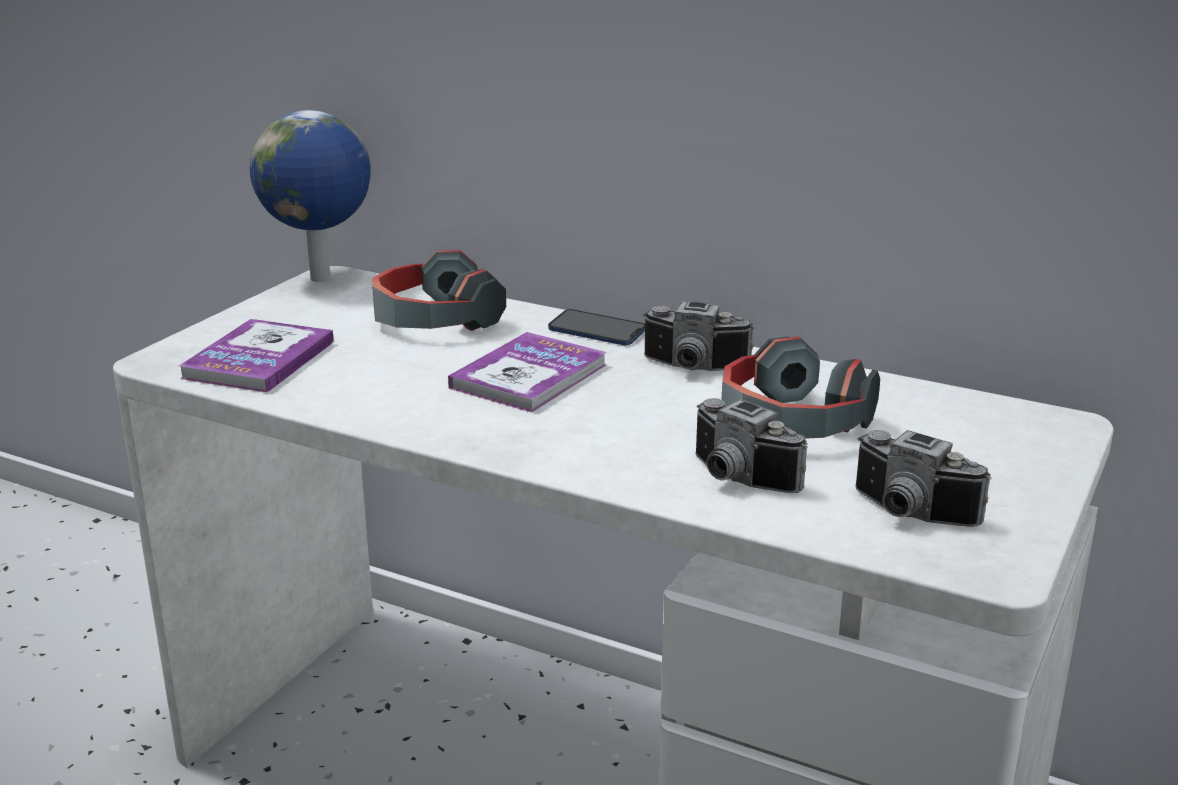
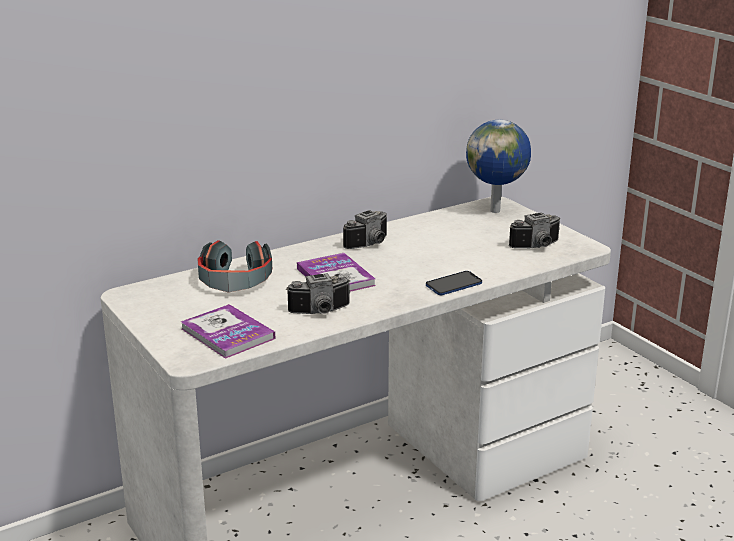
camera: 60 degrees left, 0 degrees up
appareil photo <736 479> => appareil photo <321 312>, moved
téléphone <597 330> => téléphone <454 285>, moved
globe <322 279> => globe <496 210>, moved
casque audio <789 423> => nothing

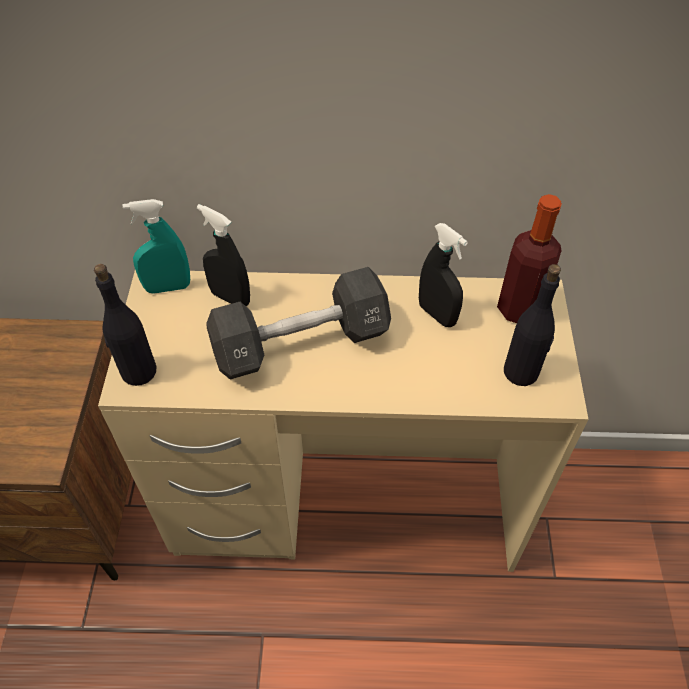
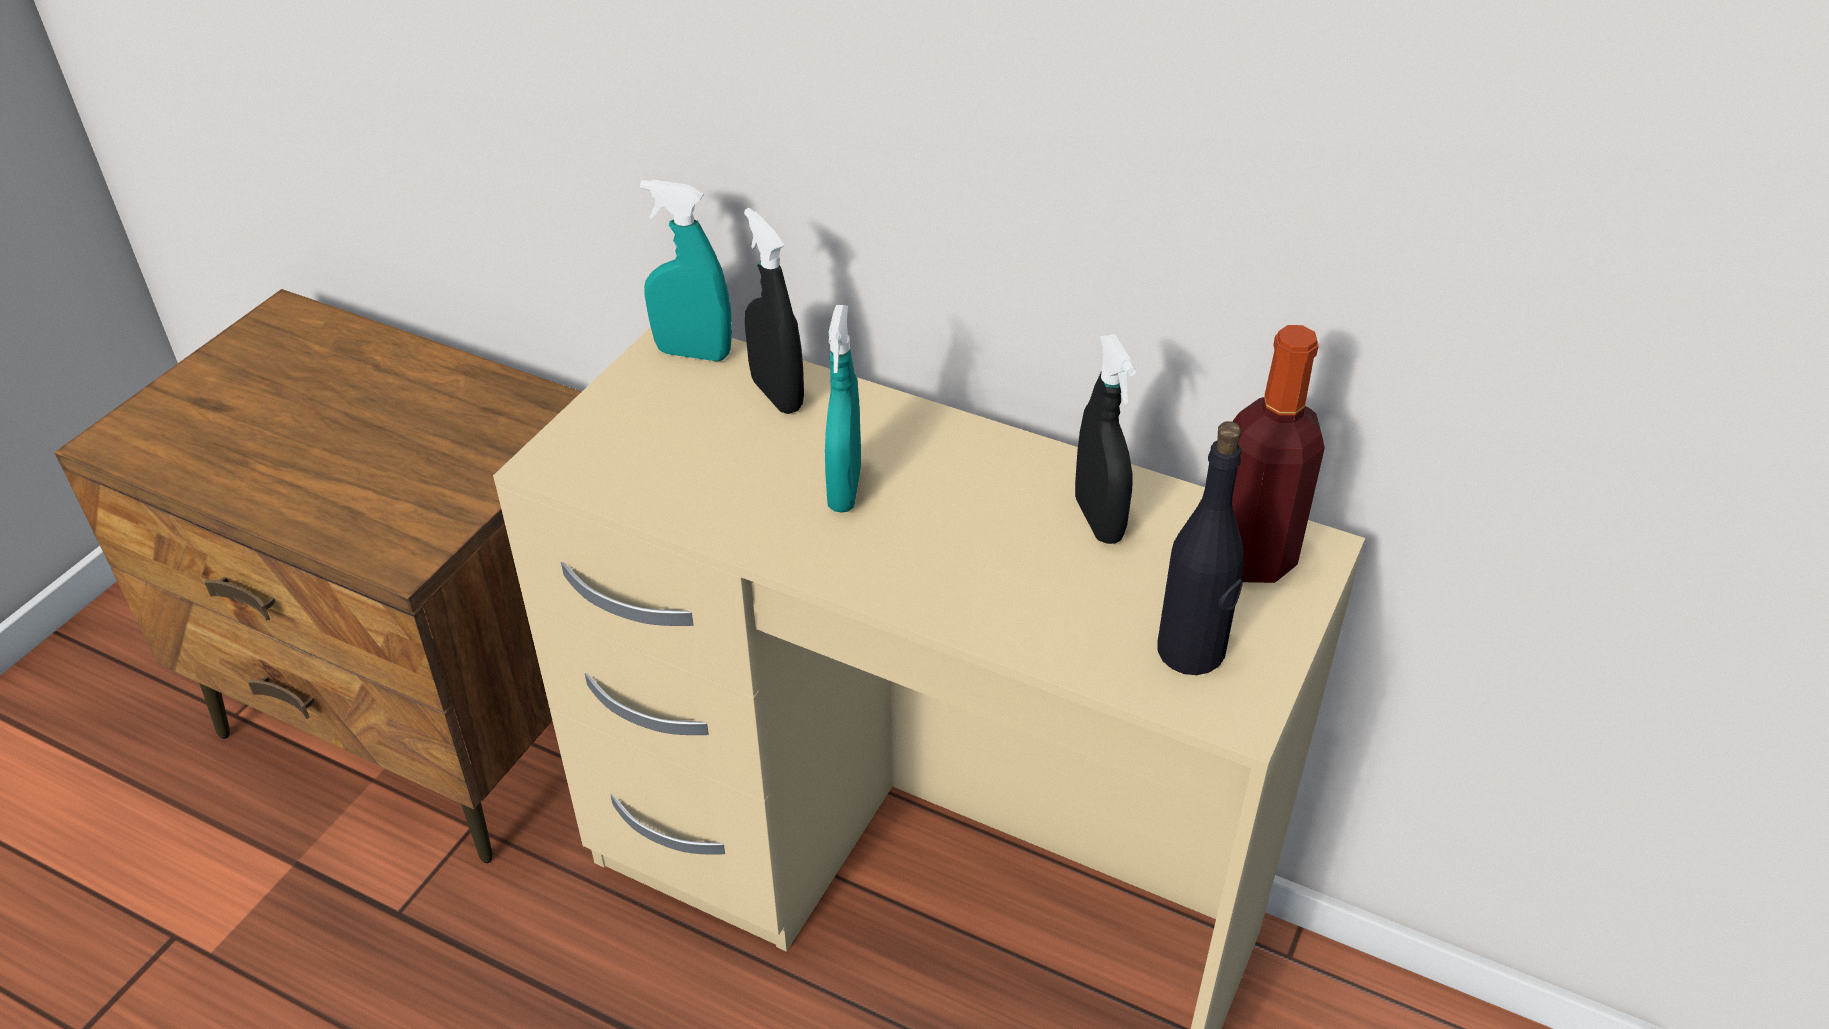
camera: 25 degrees right, 10 degrees down
haltère [noir] <300 343> => vaporisateur [turquoise] <844 489>
bouteille [noir] <138 371> => nothing

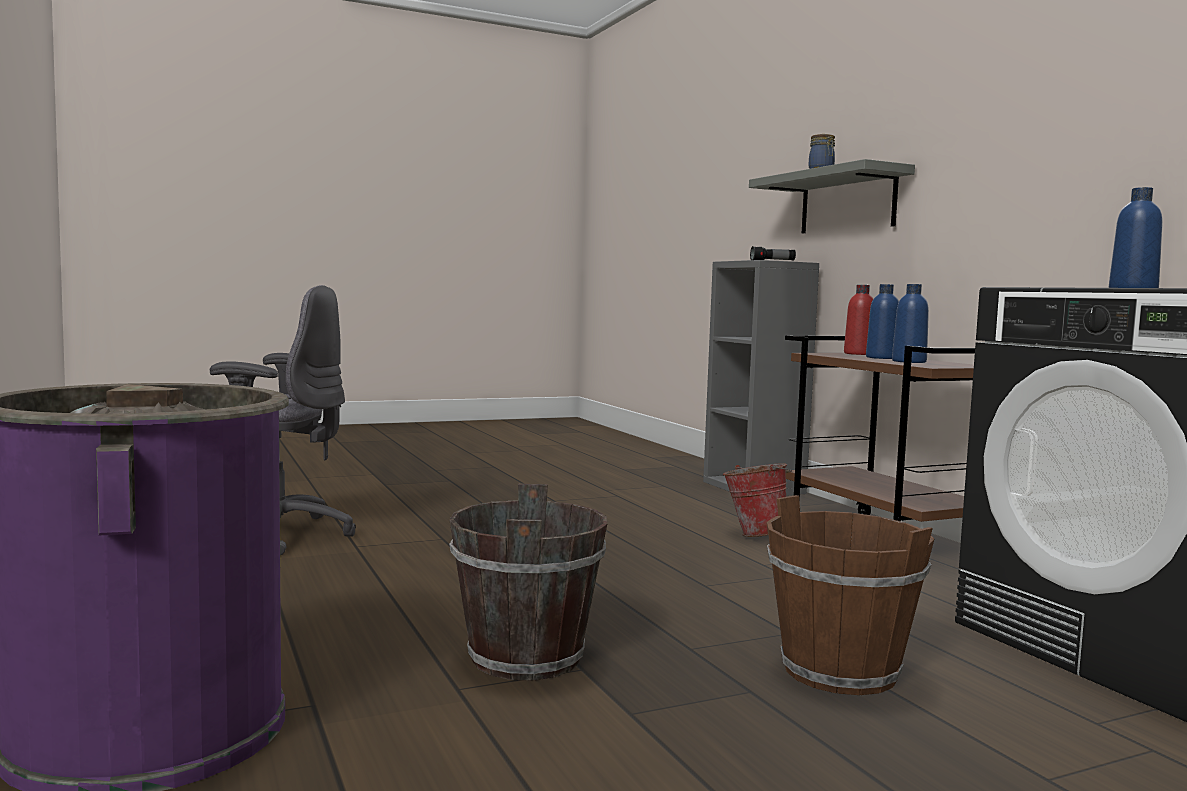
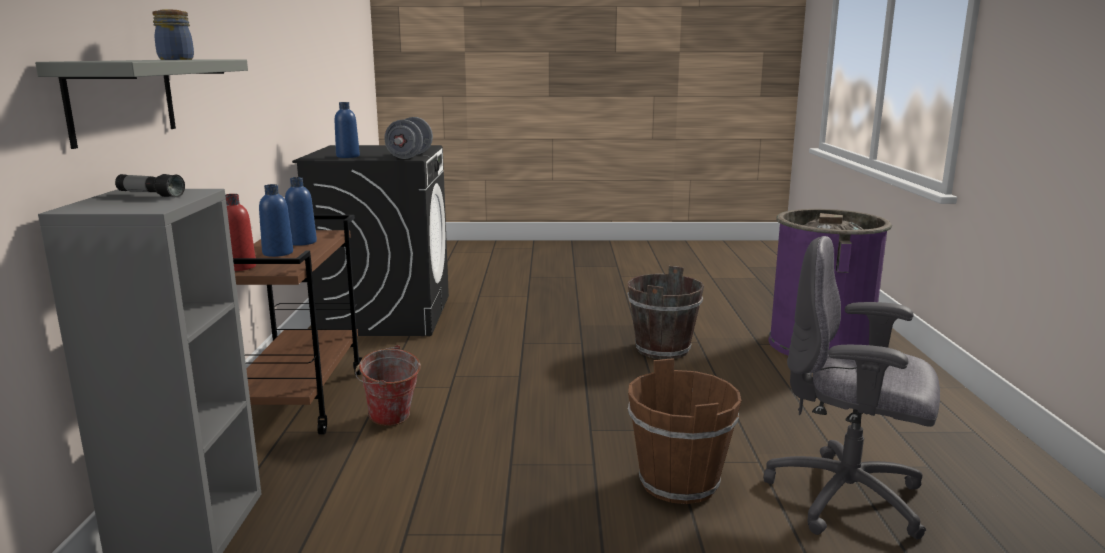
camera: 155 degrees left, 10 degrees up
nothing => haltère [gris] <410 156>
seau [marron] <838 671> => seau [marron] <679 483>, moved

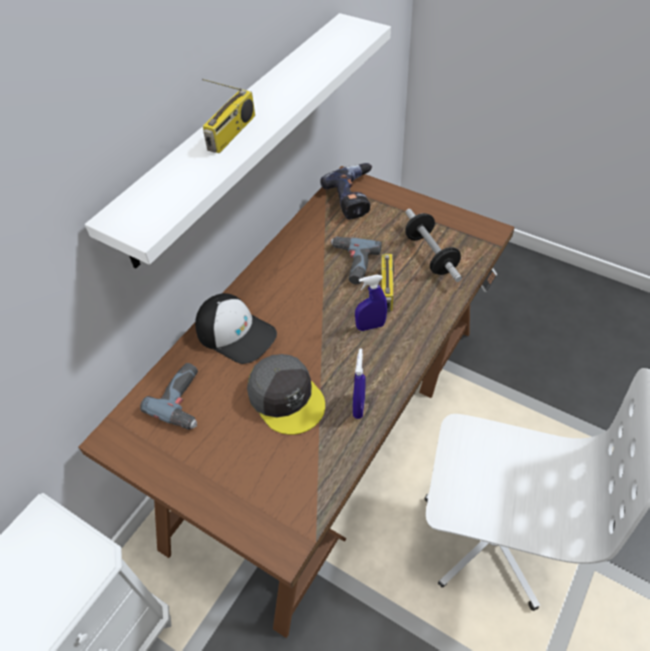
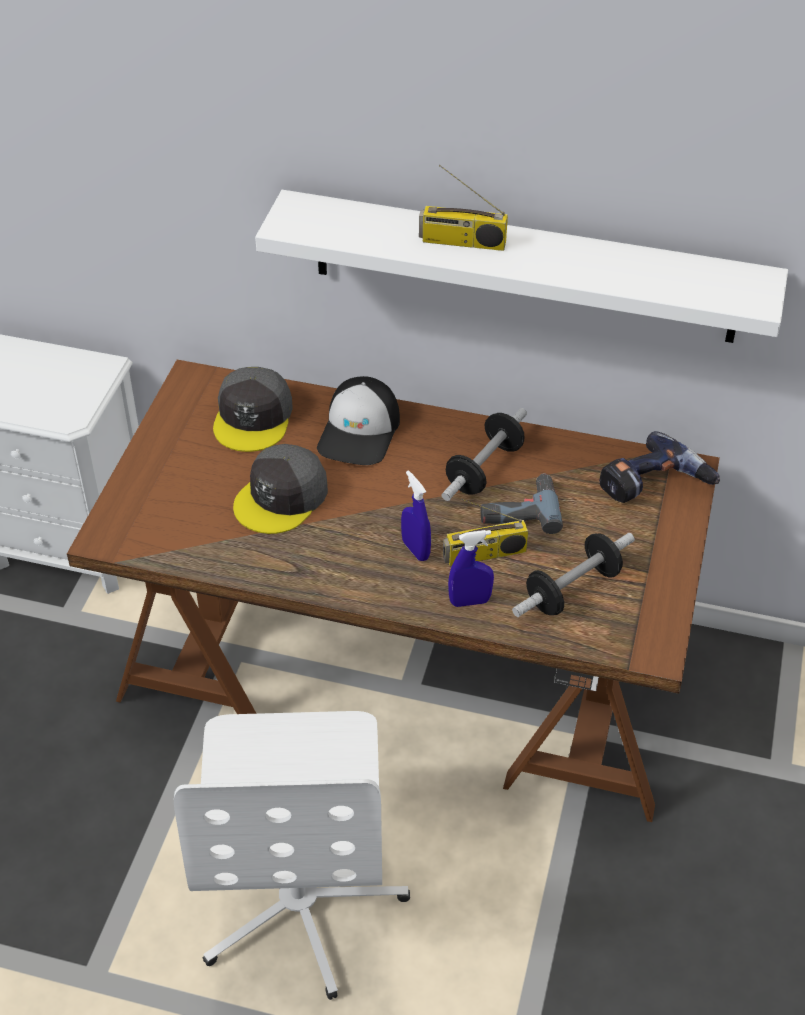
camera: 70 degrees right, 5 degrees down
perceuse <185 400> => casquette [gris] <253 417>
nothing => haltère <484 469>
vaporisateur [bleu] <359 406> => vaporisateur [bleu] <470 601>, moved

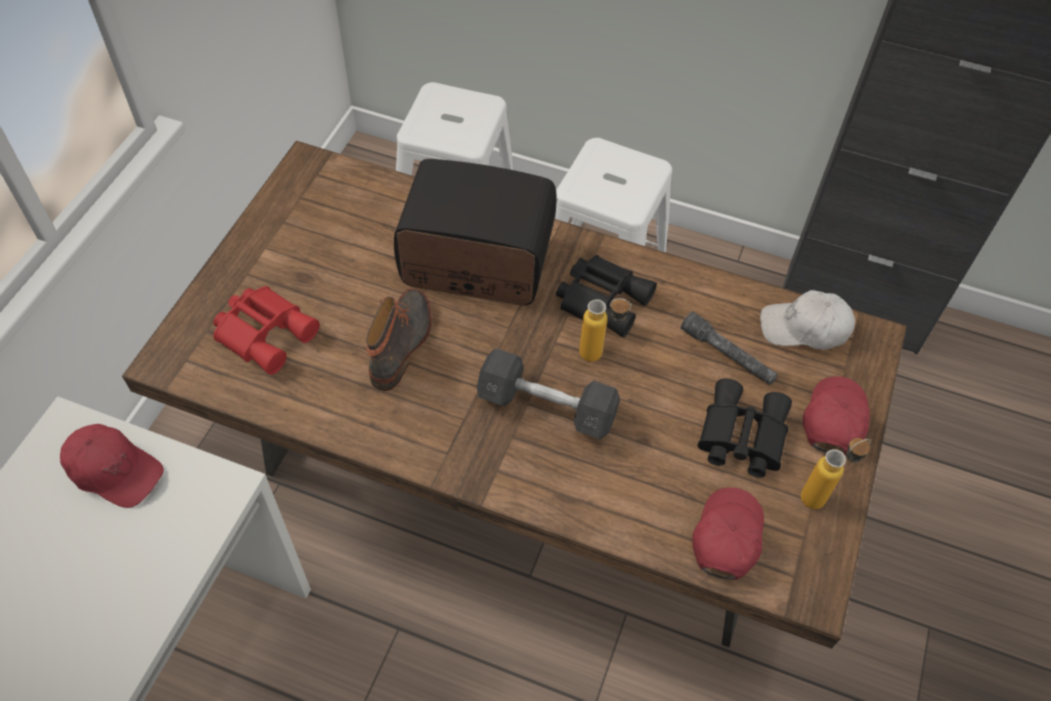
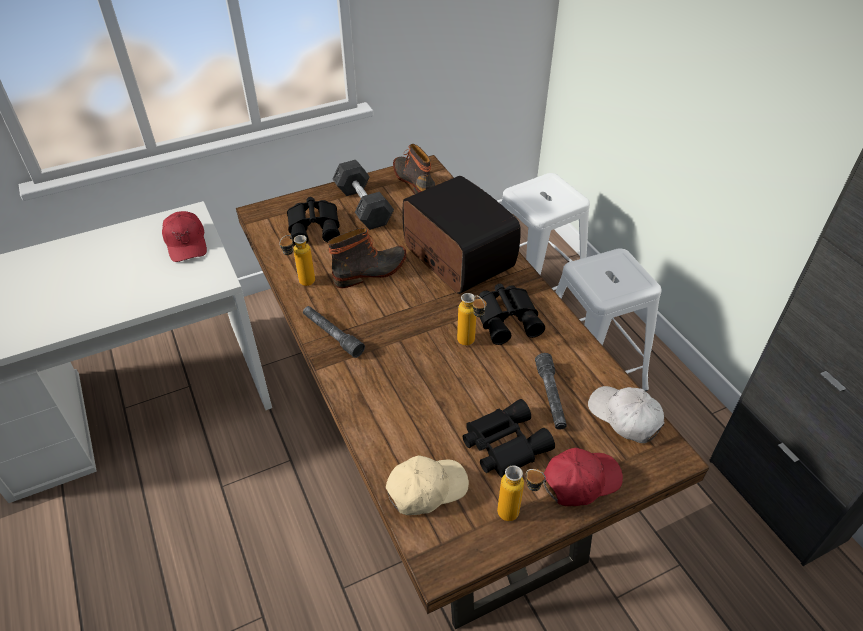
camera: 45 degrees right, 10 degrees down
nothing => bouteille <301 284>
jumelles [rouge] <266 332> => jumelles [noir] <315 227>
nothing => lampe de poche [gris] <332 335>
haltère [gris] <547 407> => haltère [gris] <363 206>, moved
casquette [rouge] <726 537> => casquette [beige] <426 489>
nothing => botte <415 182>

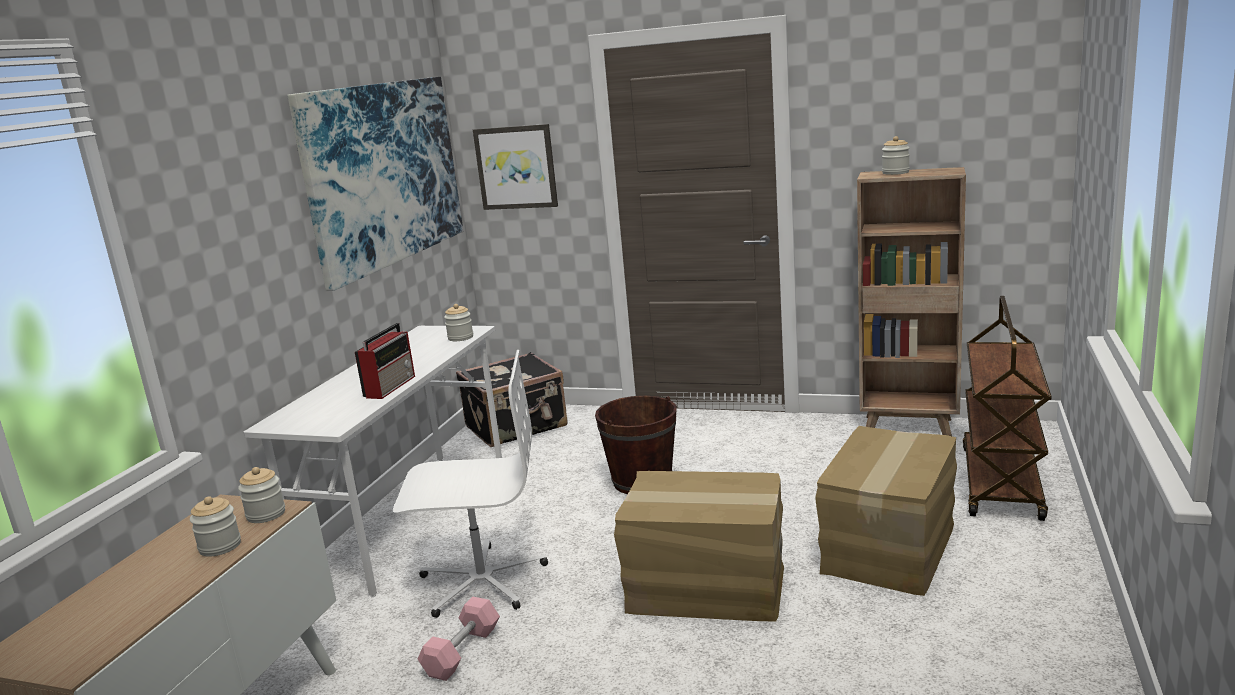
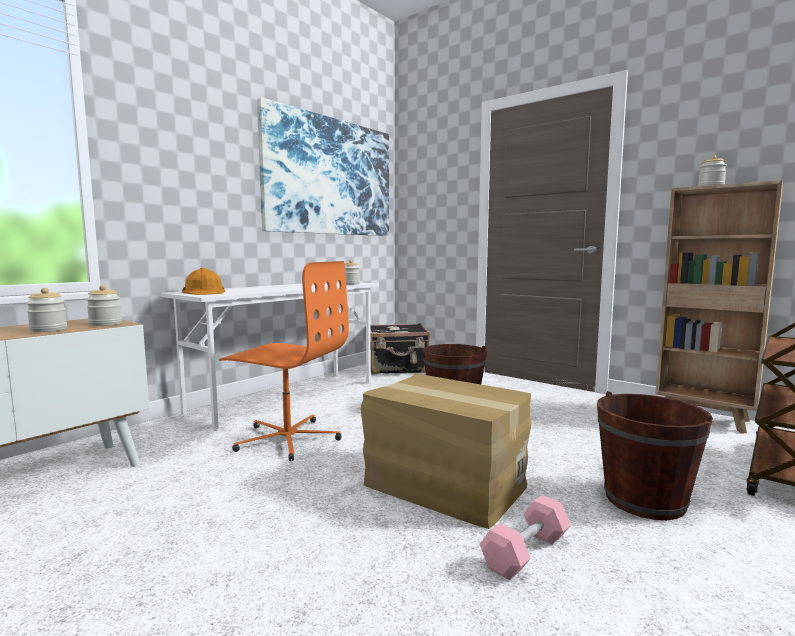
camera: 20 degrees right, 10 degrees down
nothing => casque de chantier [orange] <205 292>
chaise de bureau [blanc] <482 581> => chaise de bureau [orange] <287 439>
haltère [rose] <462 652> => haltère [rose] <526 552>, moved
carton <891 548> => seau [marron] <644 500>
radio <391 386> => nothing
tableau <516 167> => nothing

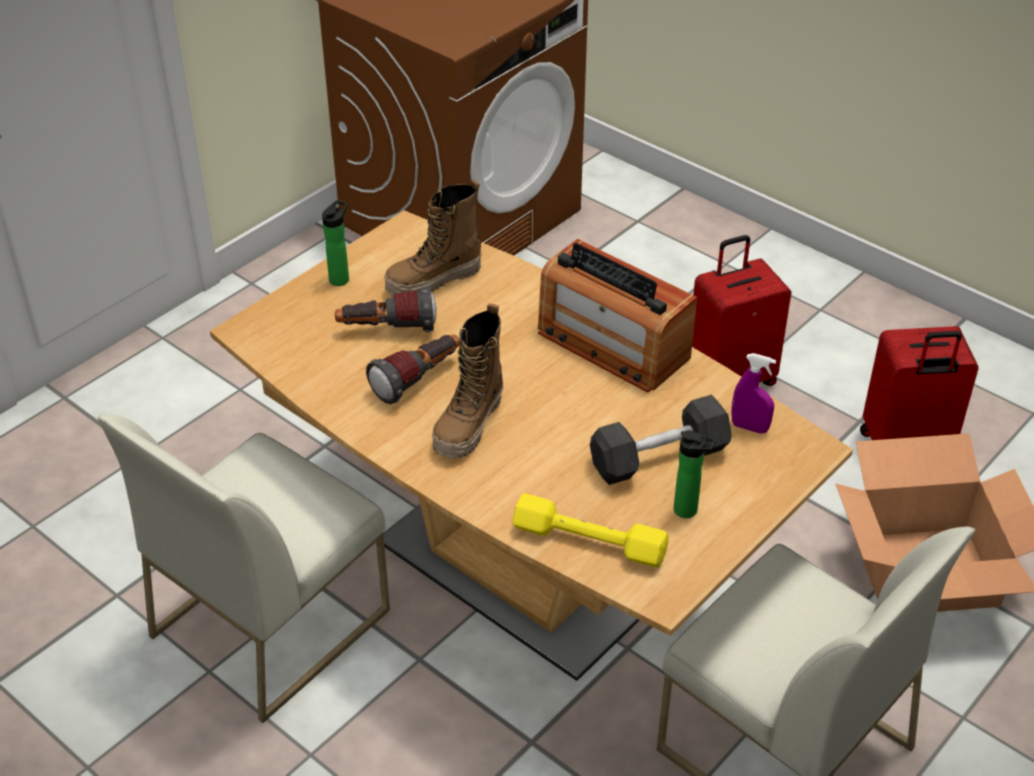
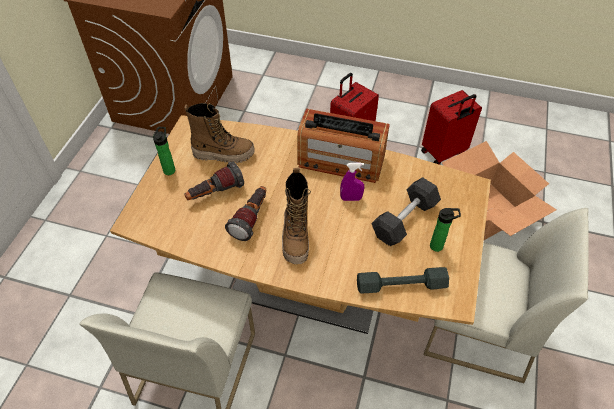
camera: 25 degrees left, 10 degrees up
botte <434 281> => botte <223 154>, 120 degrees counterclockwise
vaporisateur [violet] <749 427> => vaporisateur [violet] <351 198>, moved
haltère [jaune] <589 541> => haltère [gris] <401 285>

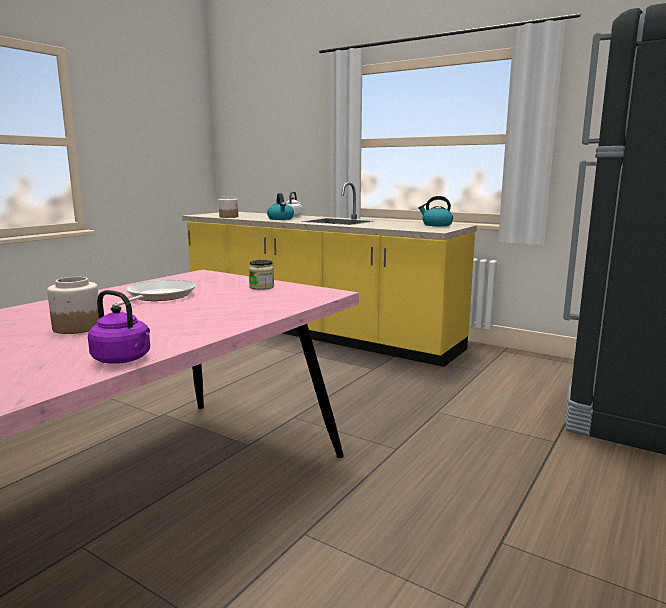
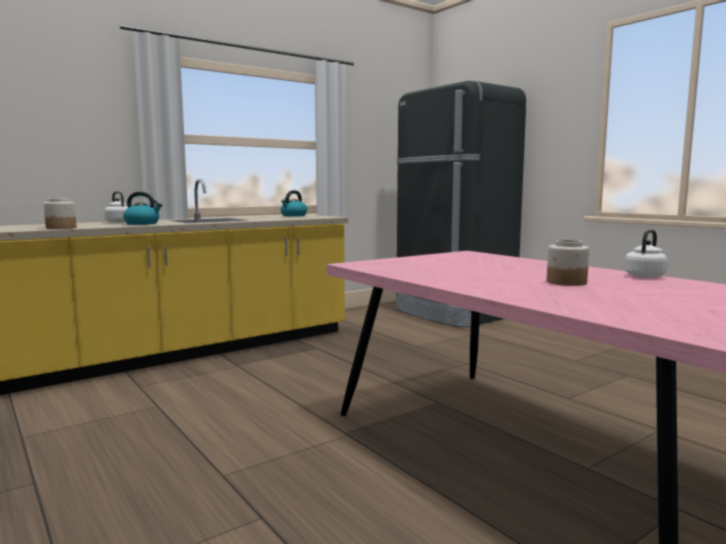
camera: 70 degrees left, 5 degrees down
bouilloire [violet] <124 359> => bouilloire [blanc] <645 276>
poêle <158 296> => nothing
bocal <261 287> => nothing

